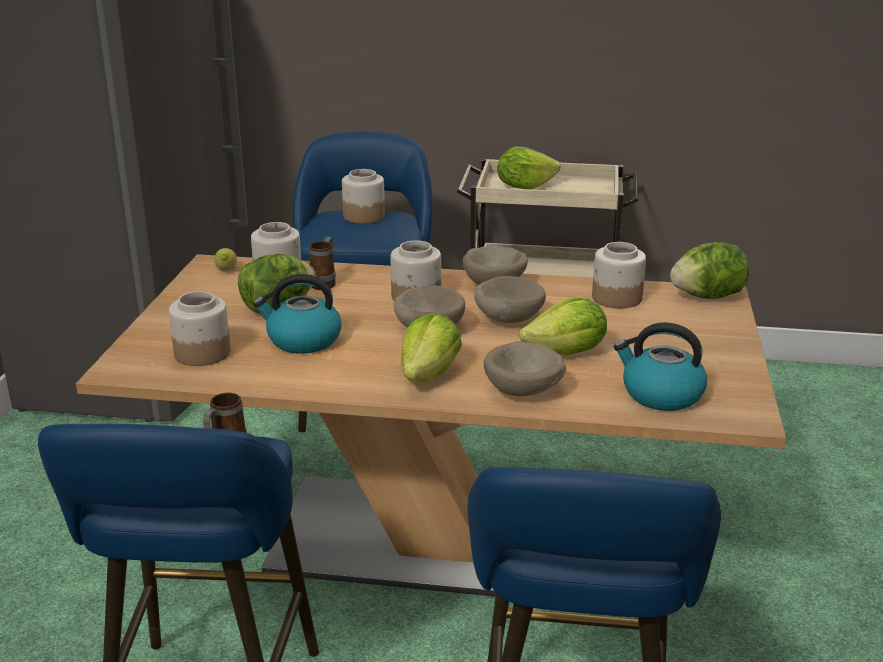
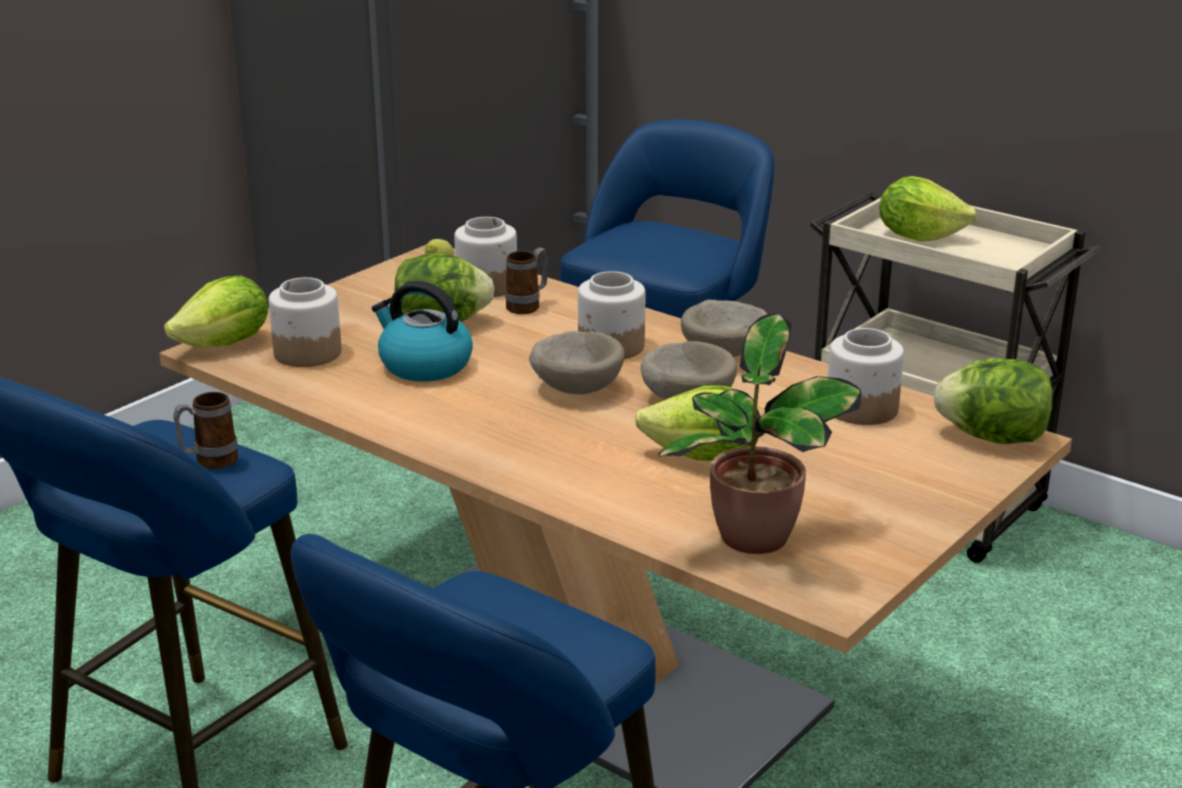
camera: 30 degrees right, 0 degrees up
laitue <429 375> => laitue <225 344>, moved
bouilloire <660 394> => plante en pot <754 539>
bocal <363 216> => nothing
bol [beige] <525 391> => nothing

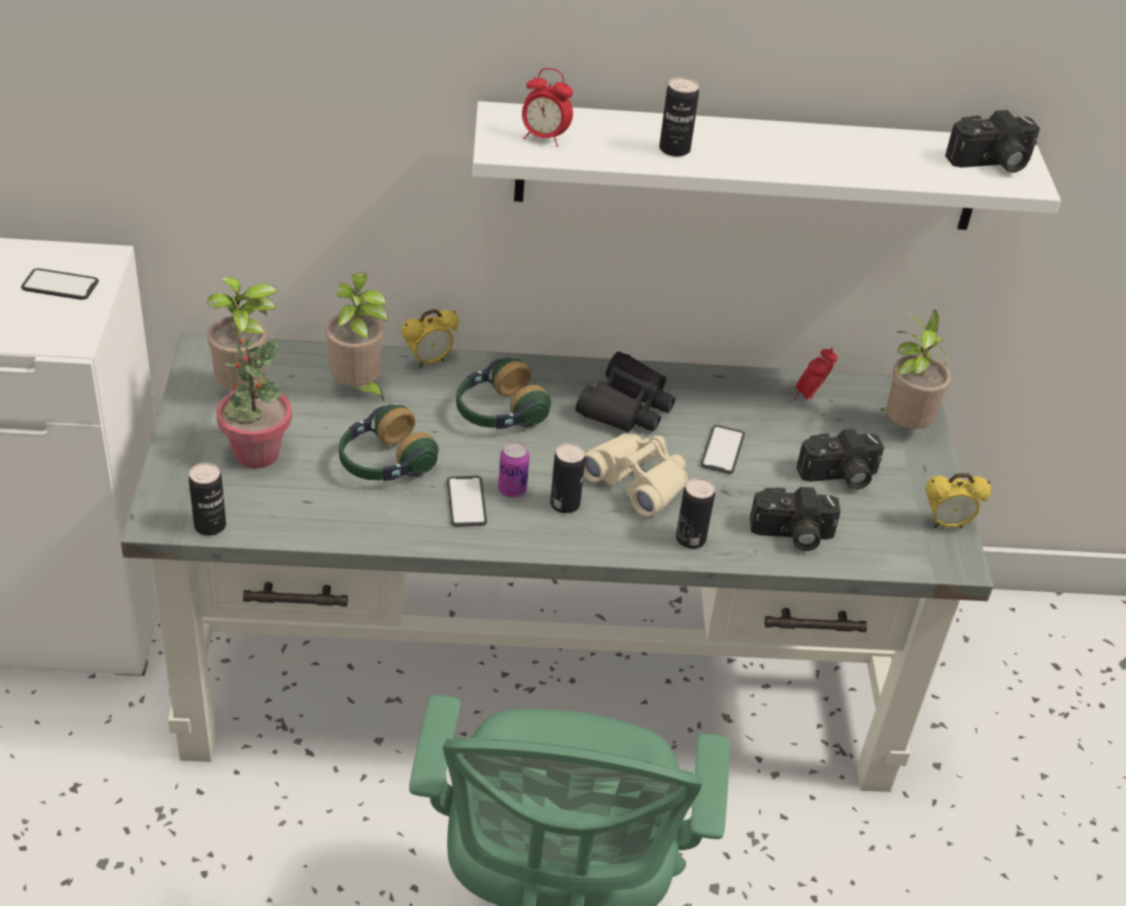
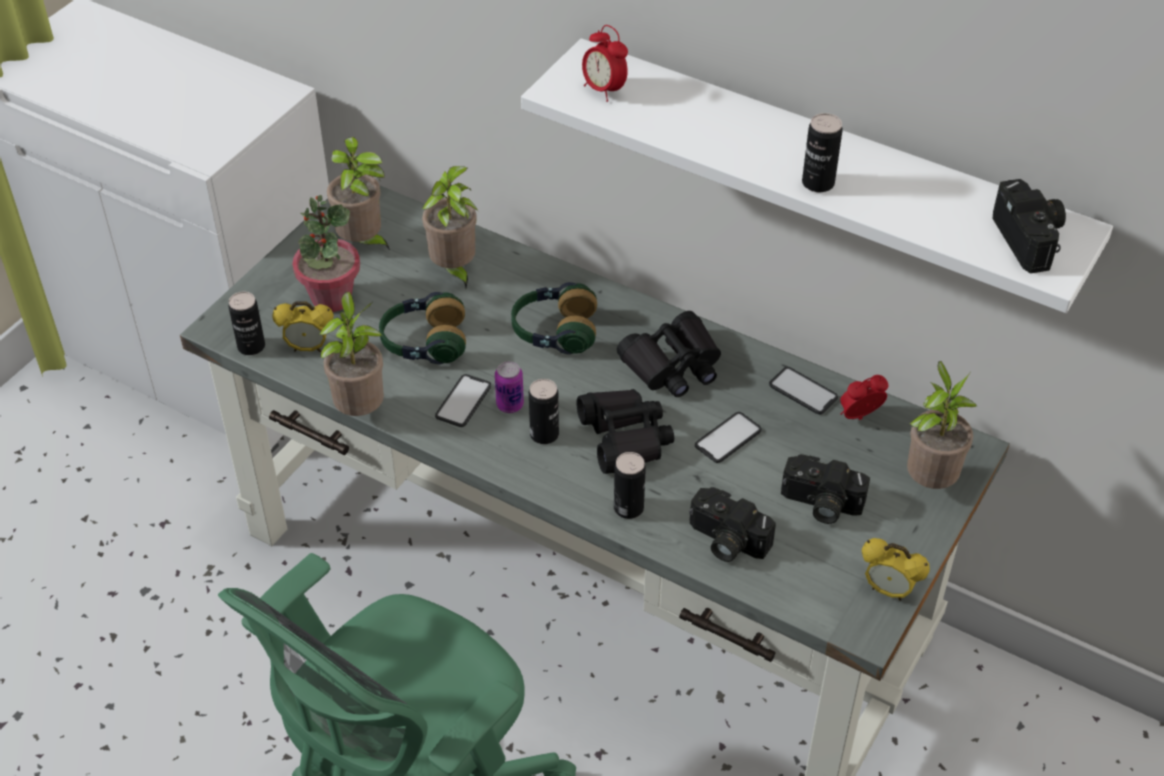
camera: 35 degrees right, 5 degrees up
réveil <429 361> => réveil <308 348>, moved
nothing => plante en pot <361 409>
jumelles [beige] <637 481> => jumelles [noir] <625 438>
téléphone <60 285> => téléphone <803 391>, moved
boîte métallique <674 149> => boîte métallique <818 183>, moved
appareil photo <991 163> => appareil photo <1031 239>, 120 degrees counterclockwise

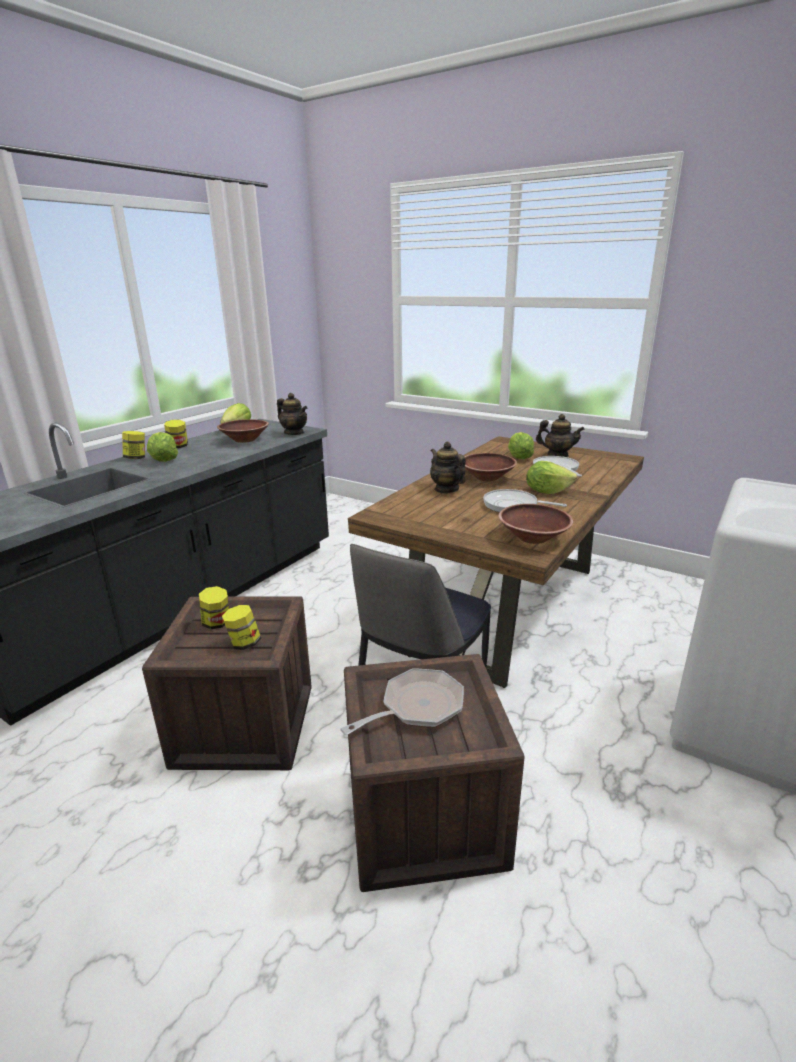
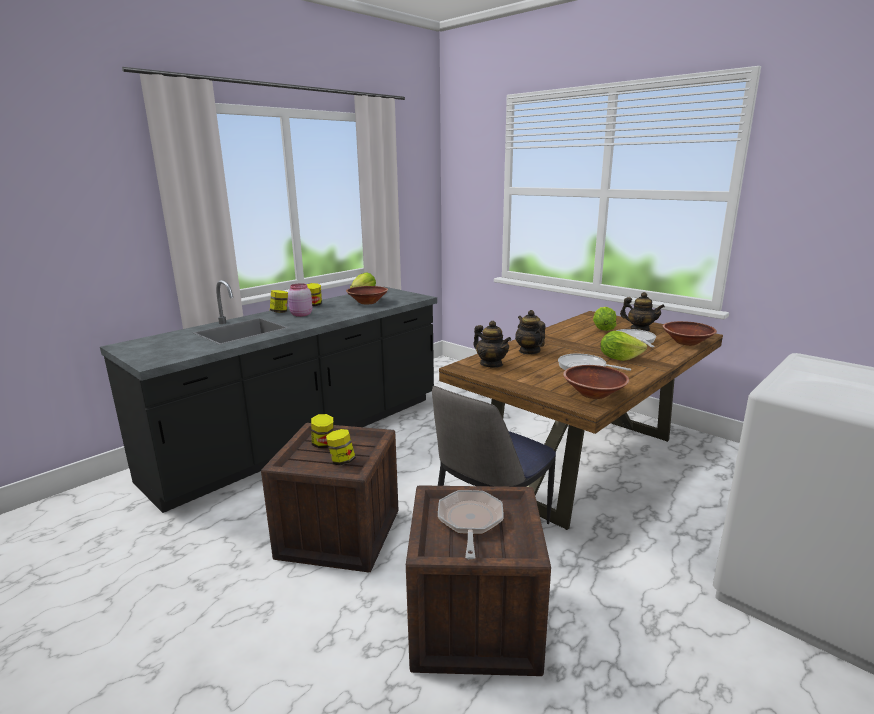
camera: 10 degrees right, 5 degrees down
laitue <164 460> => bocal [rose] <301 315>
poêle <417 707> => poêle <470 522>, 60 degrees counterclockwise
théière <294 433> => théière <491 364>, moved
bol [marron] <487 477> => bol [marron] <686 342>, moved

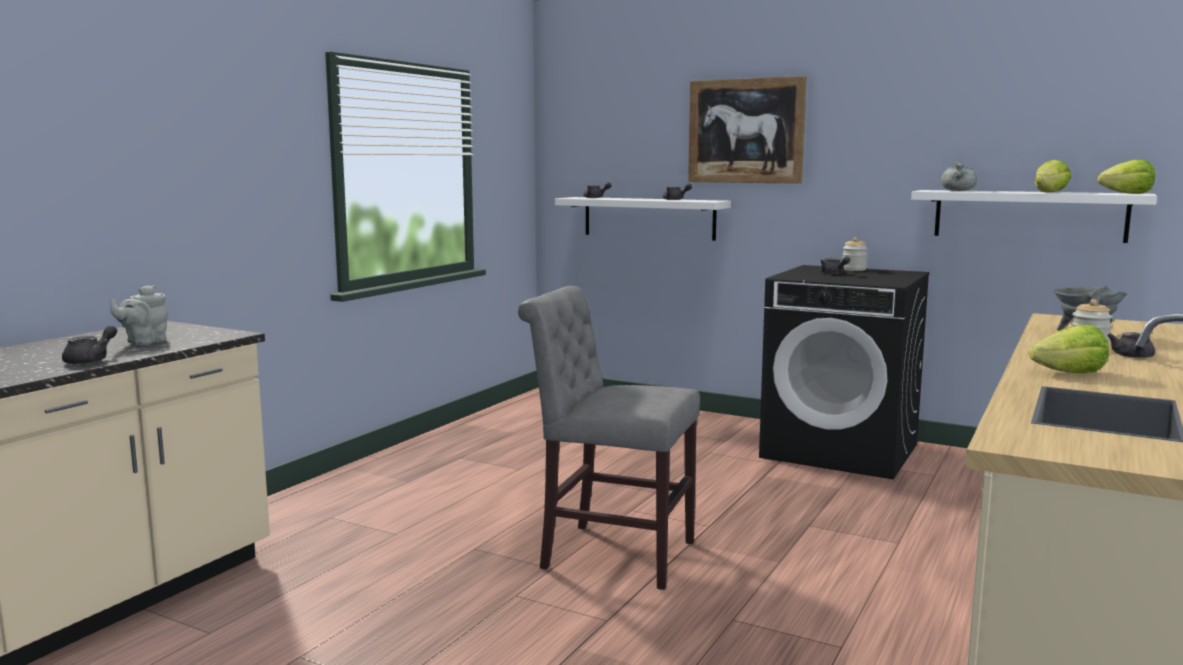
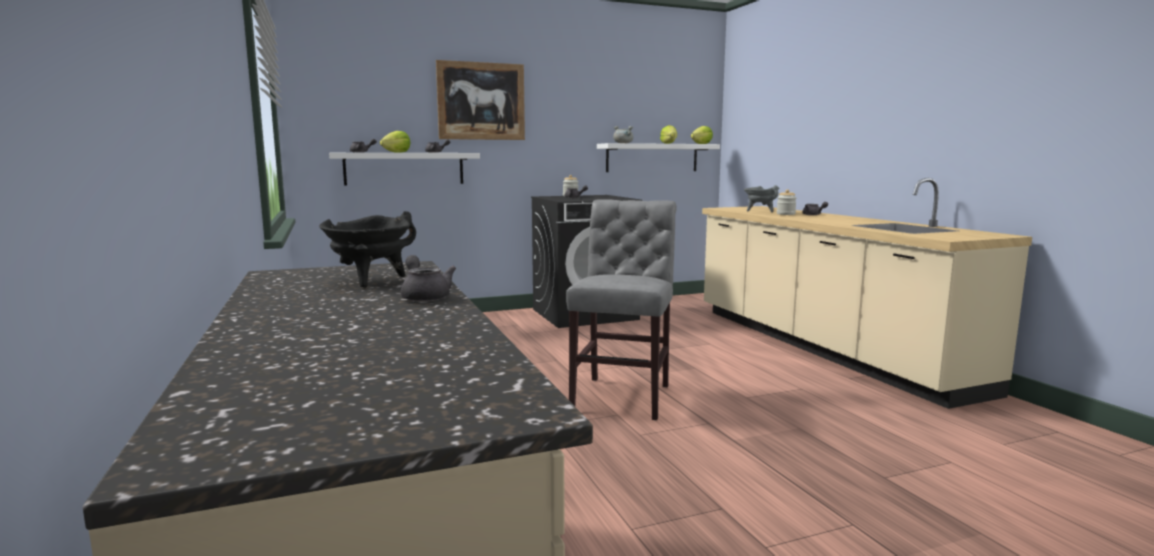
camera: 50 degrees left, 0 degrees up
théière [gris] <144 342> => marmite [noir] <370 281>
laitue <1069 373> => laitue <396 152>, moved
chaise [gris] <610 554> => chaise [gris] <623 396>, 135 degrees clockwise

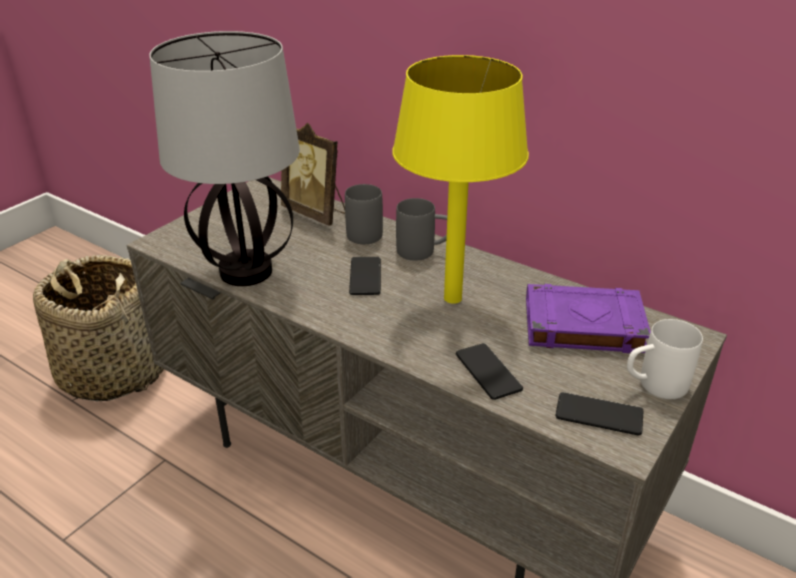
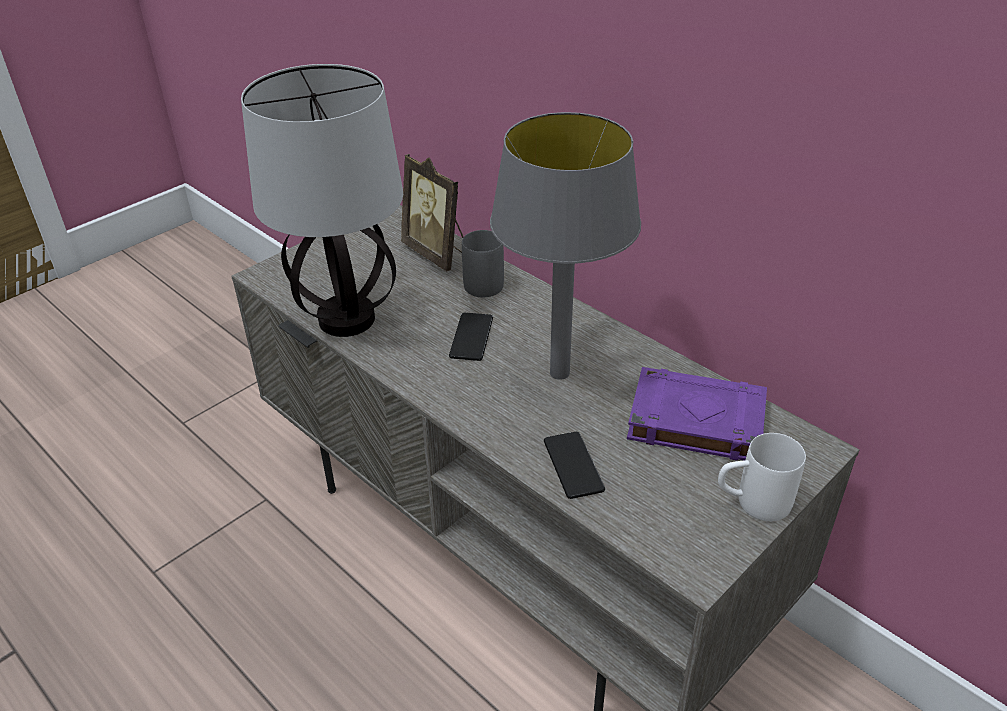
camera: 10 degrees right, 5 degrees up
lampe de table [jaune] <451 298> => lampe de table [gris] <558 373>
panier <113 371> => nothing
mug [gris] <424 252> => nothing
téléphone <599 415> => nothing

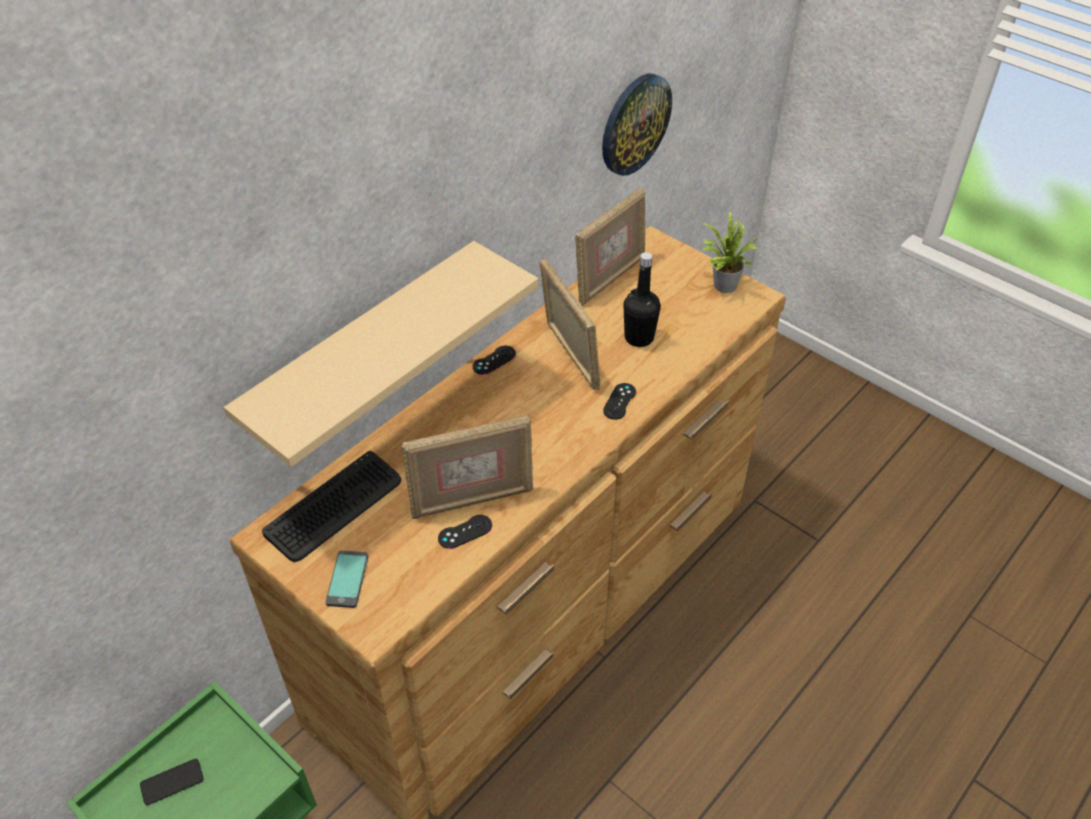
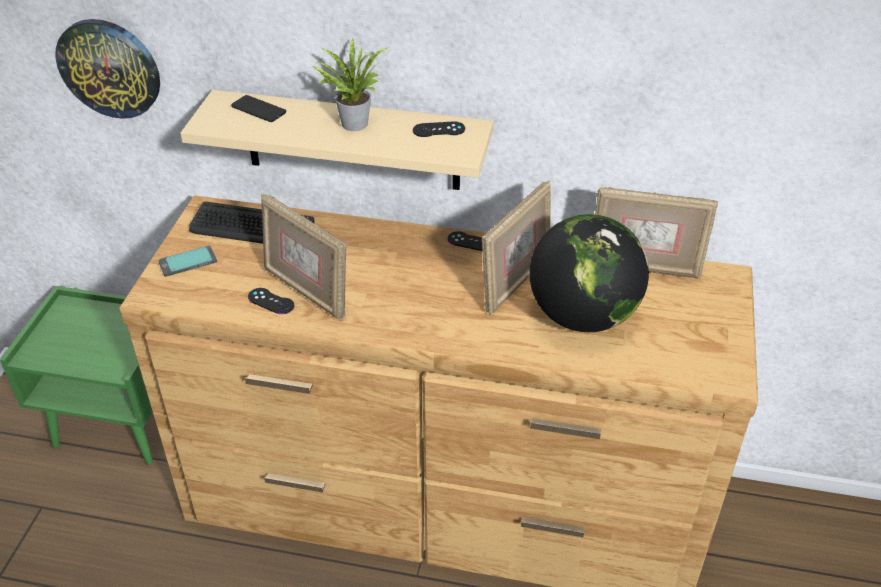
camera: 60 degrees right, 5 degrees down
horloge murale <634 124> => horloge murale <109 68>, moved
téléphone <172 782> => téléphone <258 109>, moved
plante en pot <721 285> => plante en pot <352 122>, moved
manette [noir] <619 401> => manette [noir] <439 130>, moved
bouteille [noir] <639 337> => globe <582 316>

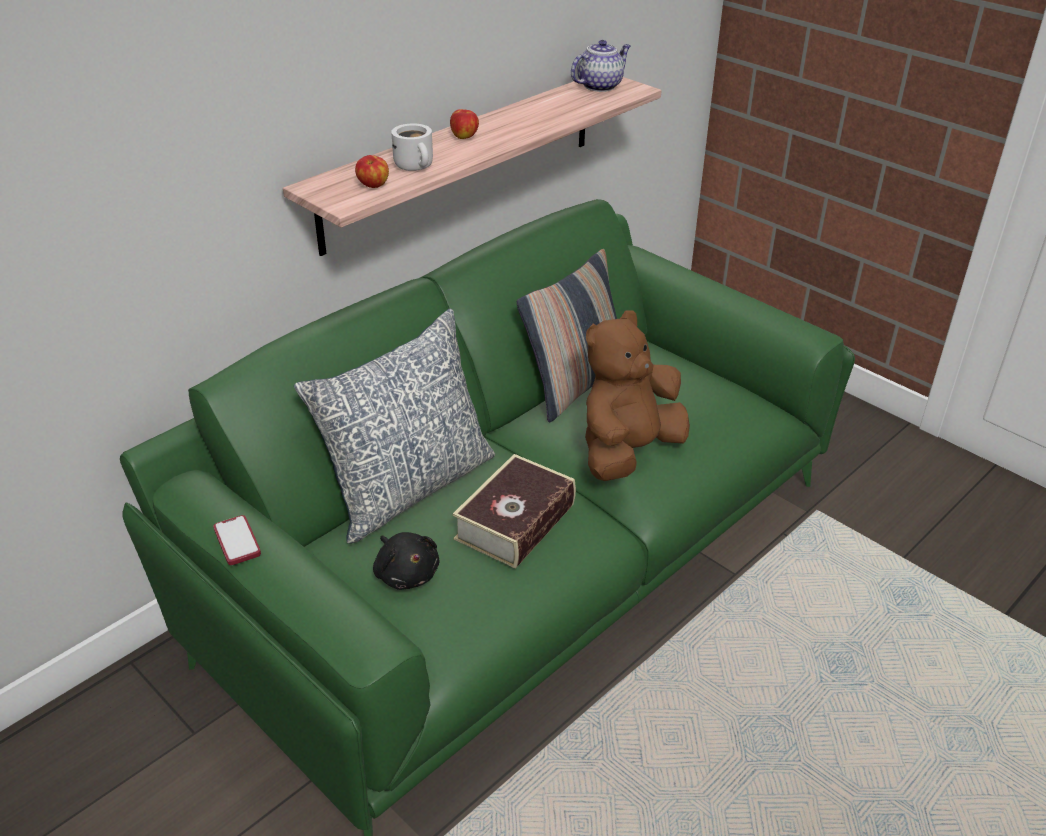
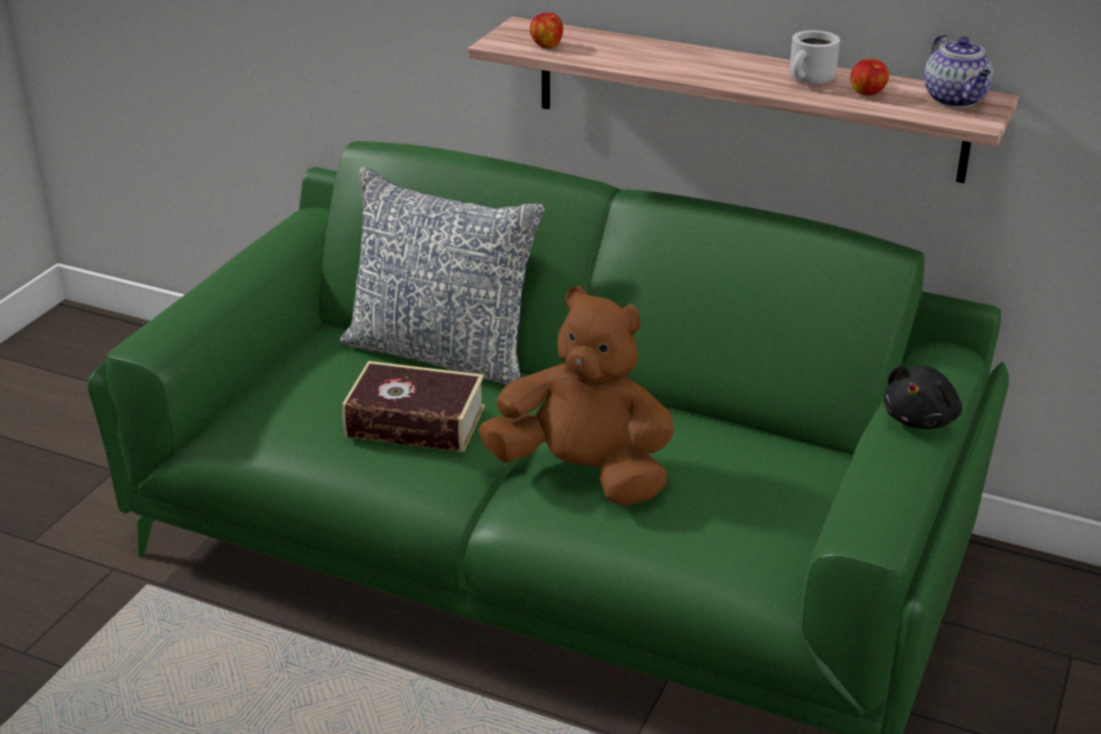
camera: 70 degrees right, 5 degrees down
mug [blanc] <416 166> => mug [blanc] <811 80>, moved
pomme <464 137> => pomme <867 94>, moved
peluche [noir] <406 573> => peluche [noir] <921 419>, moved
théière <600 86> => théière <956 100>, 45 degrees clockwise
téléphone <237 541> => nothing
coussin <576 385> => nothing

